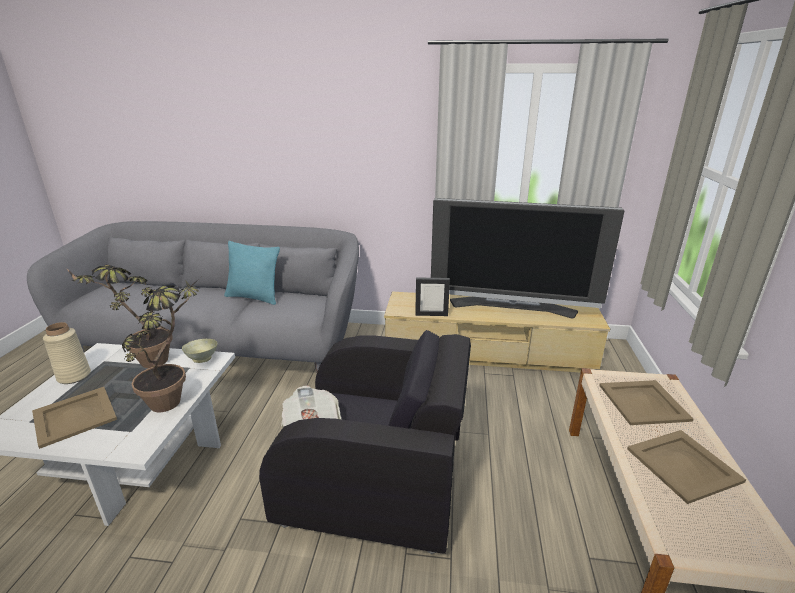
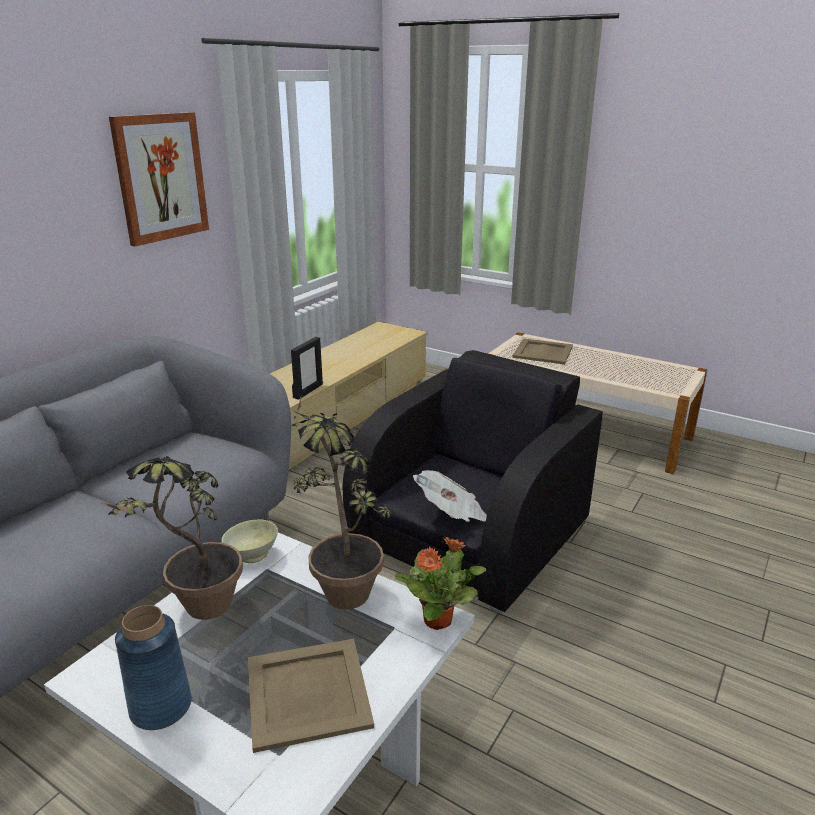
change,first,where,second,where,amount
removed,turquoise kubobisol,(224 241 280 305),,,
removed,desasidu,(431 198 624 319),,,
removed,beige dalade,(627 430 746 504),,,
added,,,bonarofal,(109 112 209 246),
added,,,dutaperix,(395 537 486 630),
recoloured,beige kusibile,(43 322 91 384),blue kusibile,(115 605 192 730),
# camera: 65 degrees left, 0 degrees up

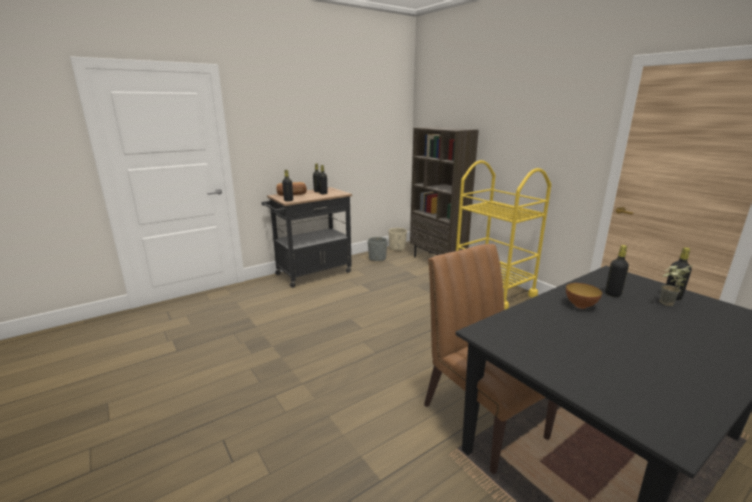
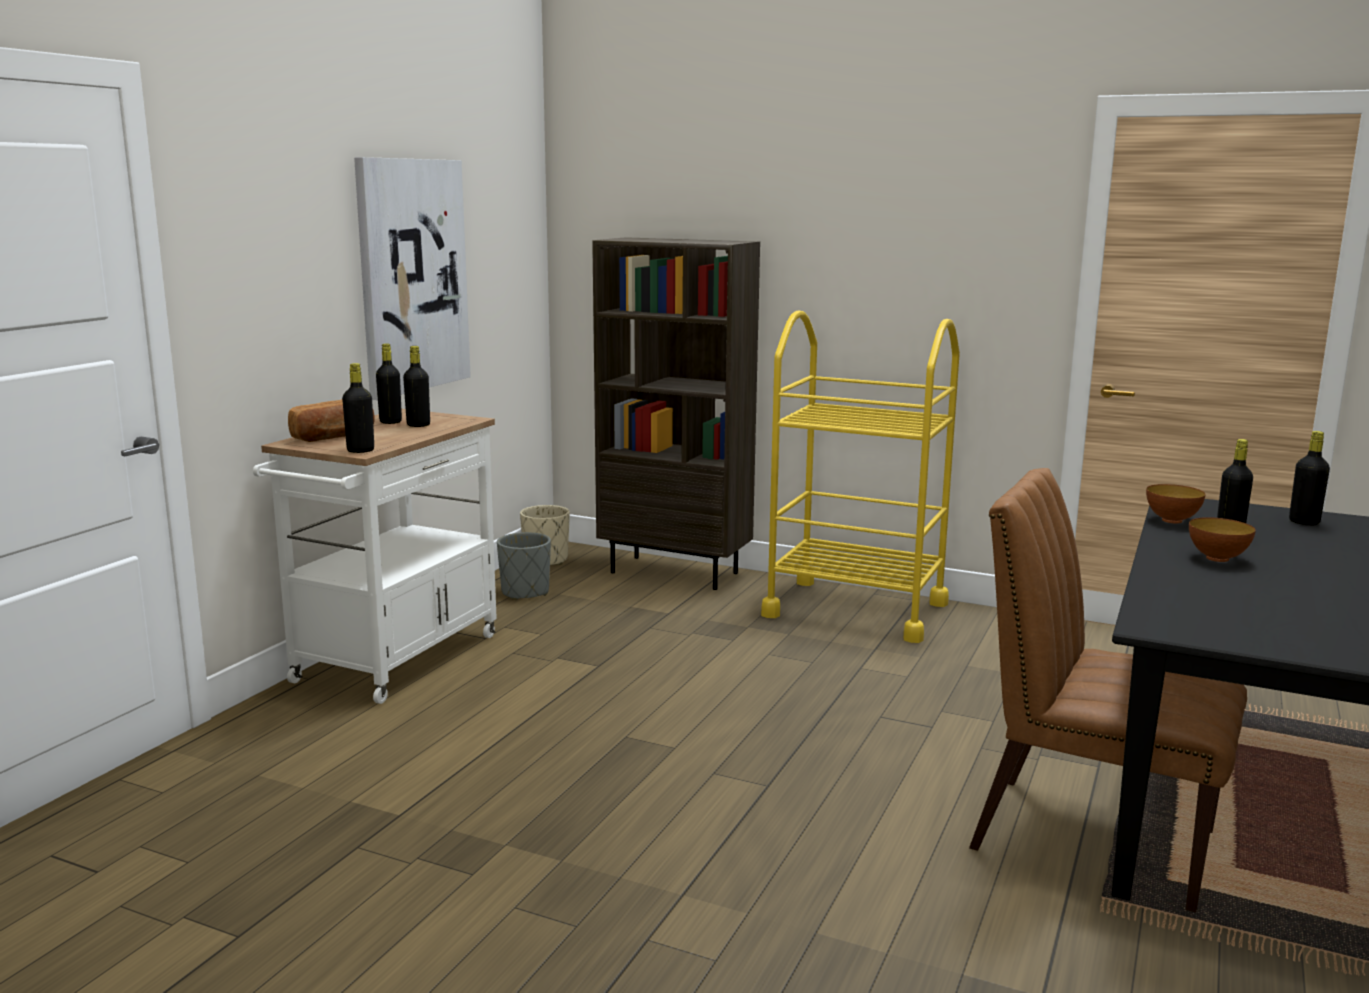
change,first,where,second,where,amount
removed,dutaperix,(660 265 693 306),,,
added,,,bonarofal,(354 157 471 400),
added,,,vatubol,(1146 484 1206 524),
recoloured,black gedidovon,(261 187 352 288),white gedidovon,(253 409 497 704),
# camera: 30 degrees left, 5 degrees down

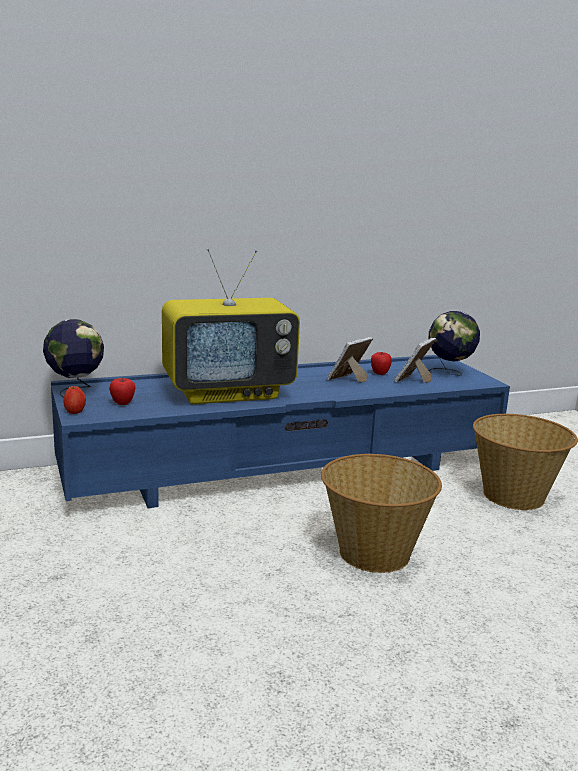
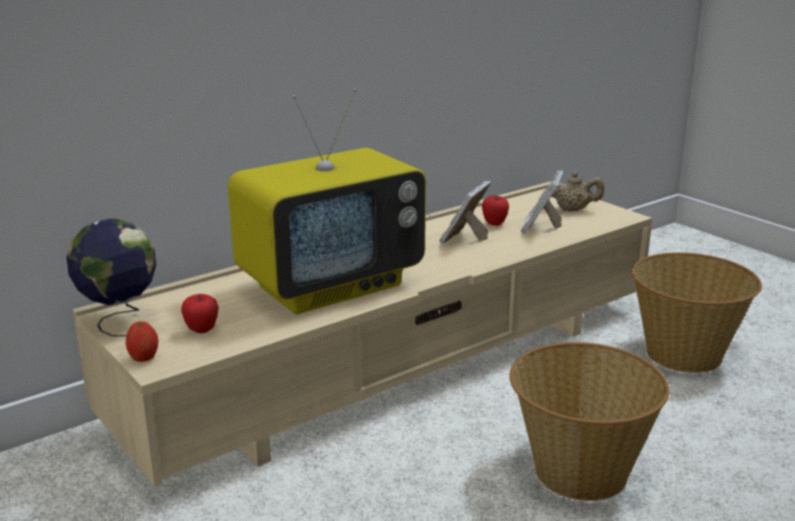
change,first,where,second,where,amount
replaced,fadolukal,(429 311 480 376),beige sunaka,(546 171 604 211),
recoloured,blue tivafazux,(51 355 510 508),beige tivafazux,(73 181 652 487),
# camera: 15 degrees left, 5 degrees up

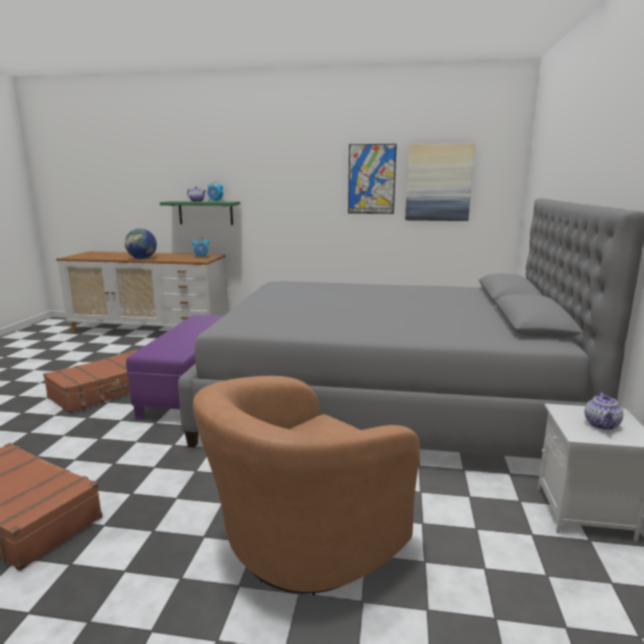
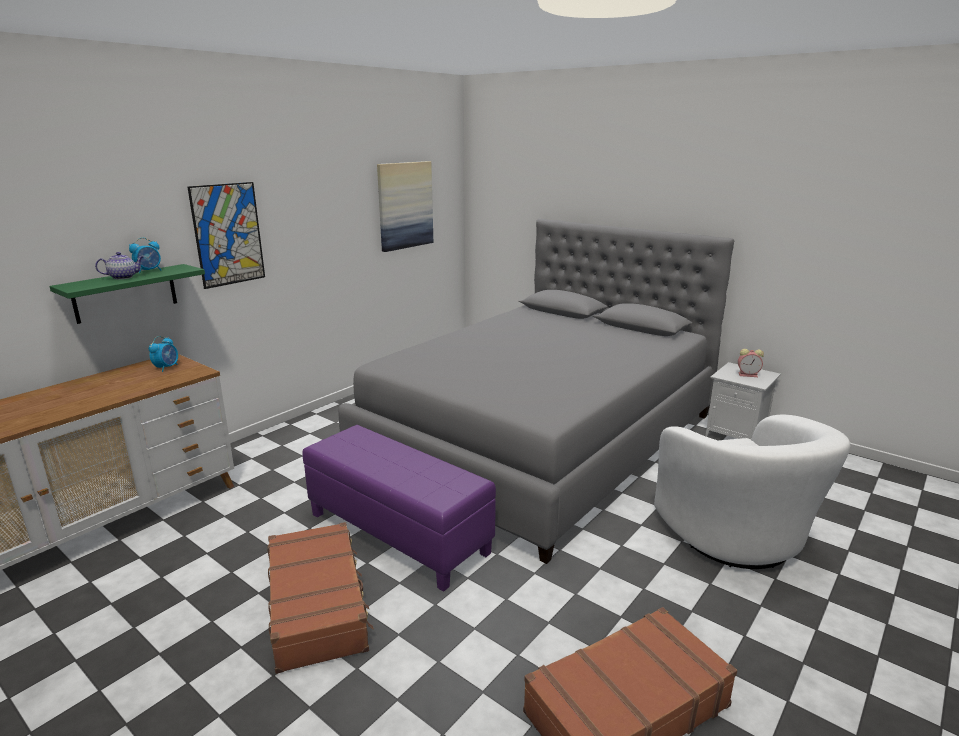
change,first,where,second,where,amount
removed,fadolukal,(125 228 157 259),,,
moved,bonarofal,(348 144 397 214),,(187 182 265 289),
replaced,sunaka,(585 392 623 430),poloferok,(738 349 764 377),
recoloured,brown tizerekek,(193 376 420 595),white tizerekek,(654 415 850 569),
# camera: 60 degrees left, 5 degrees up

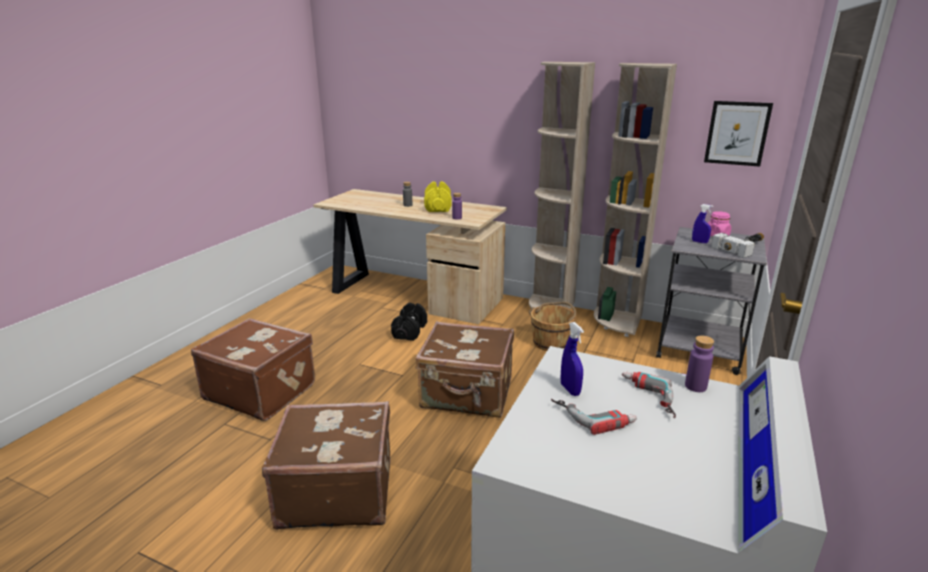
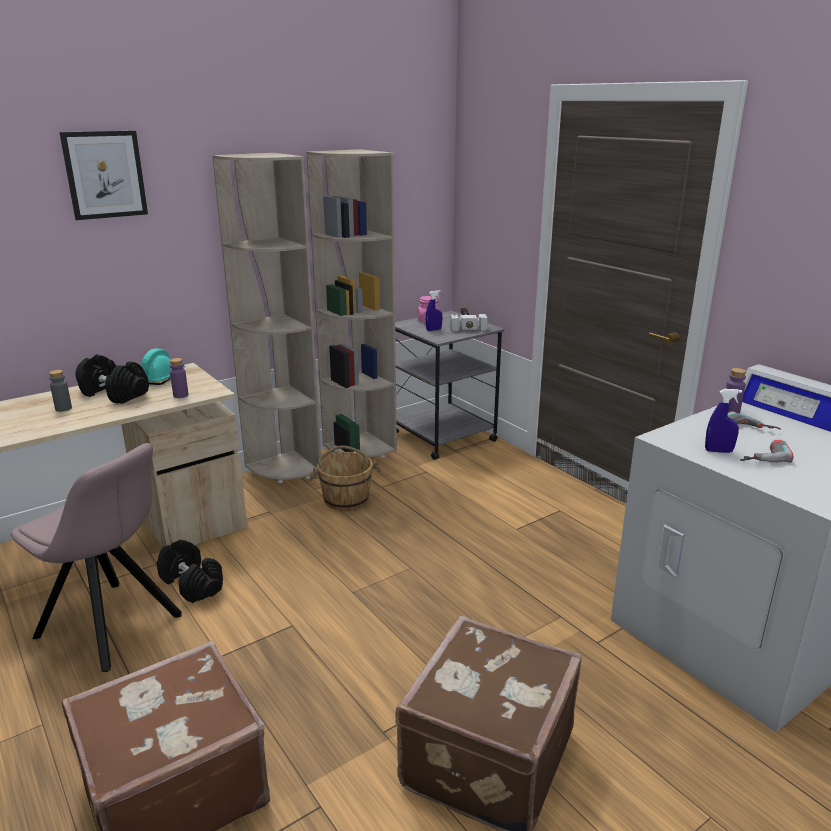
change,first,where,second,where,amount
removed,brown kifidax,(416 321 514 418),,,
added,,,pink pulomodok,(11 443 182 672),
added,,,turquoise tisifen,(141 348 186 385),
moved,bonarofal,(704 101 773 167),,(59 131 148 220),
recoloured,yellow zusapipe,(424 181 452 212),black zusapipe,(75 354 149 404),
# camera: 60 degrees left, 0 degrees up

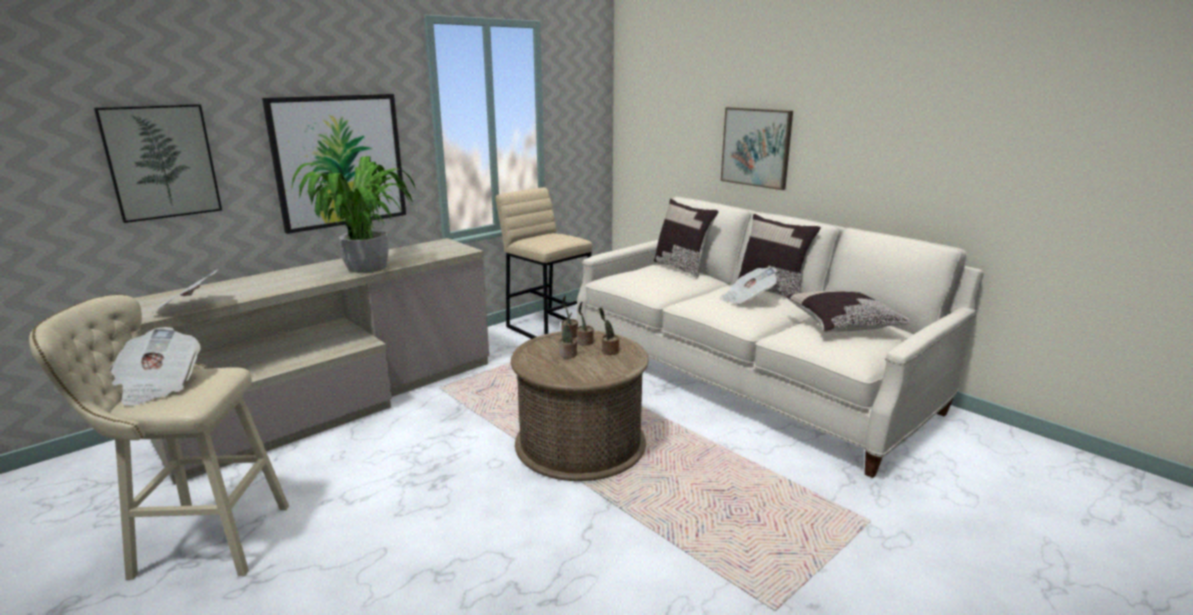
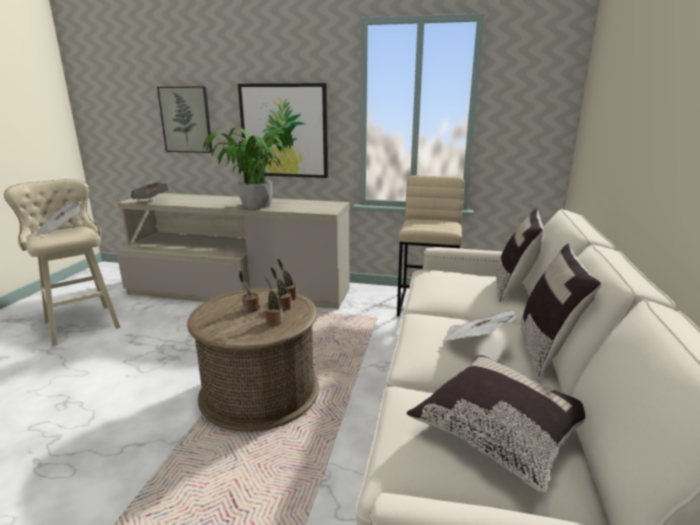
change,first,where,second,where,amount
removed,bonarofal,(721 107 793 190),,,
# camera: 55 degrees right, 0 degrees up

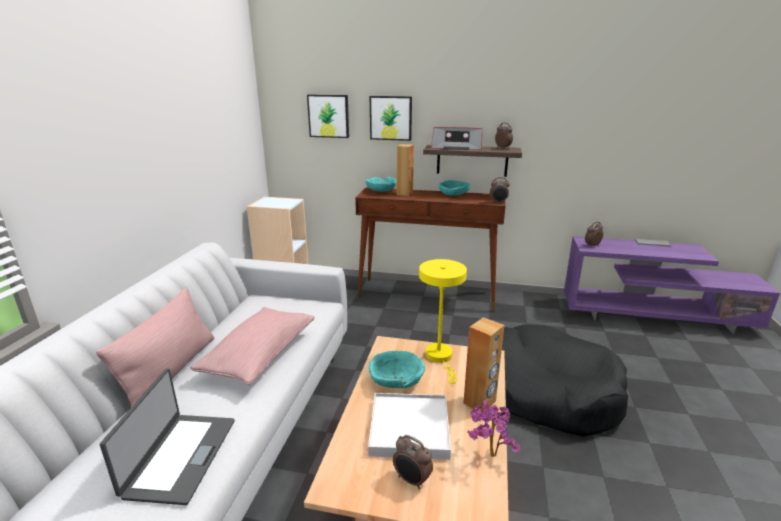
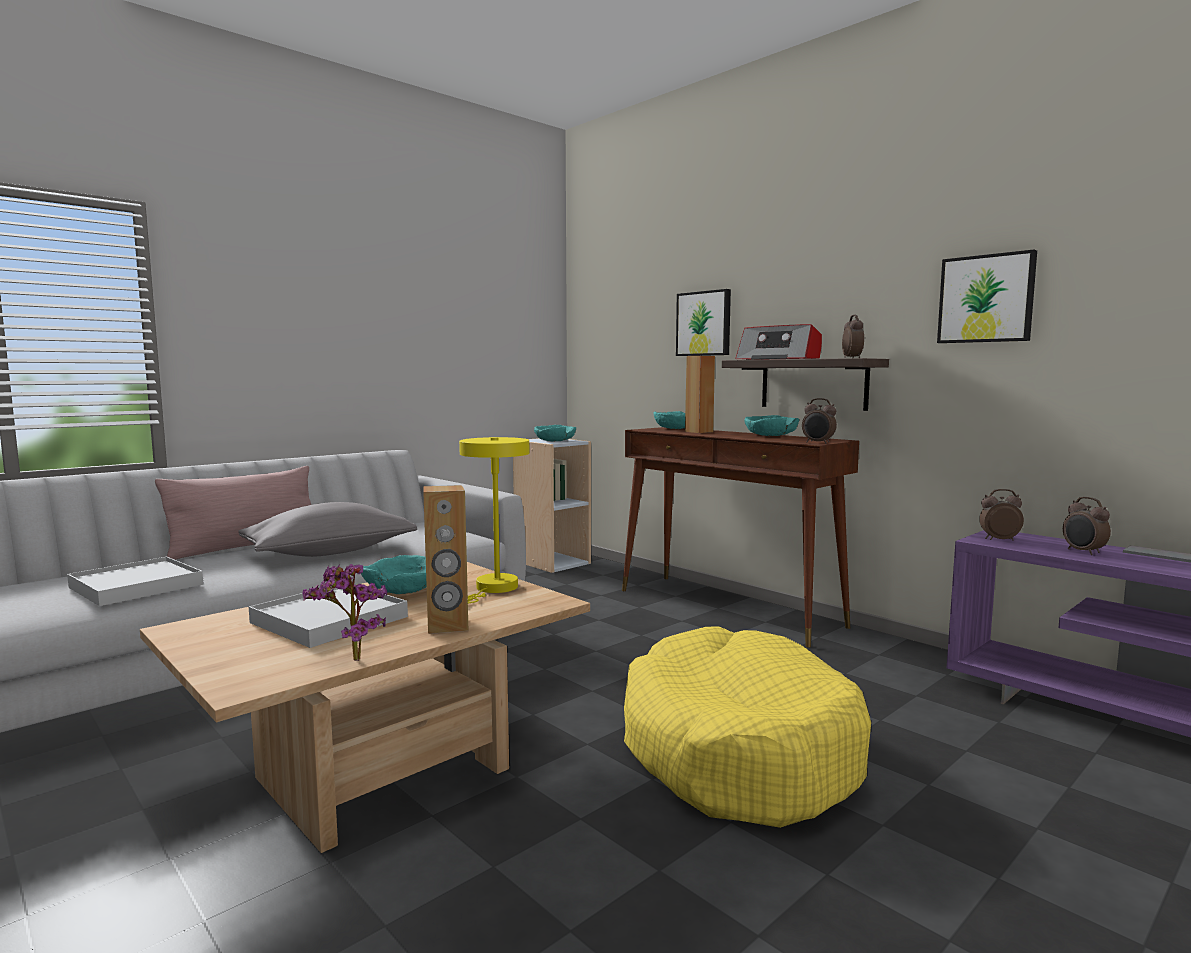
change,first,where,second,where,amount
added,,,turquoise vatubol,(534 425 576 442),
moved,bonarofal,(307 95 349 138),,(937 250 1037 343),
moved,poloferok,(393 435 433 490),,(1063 497 1111 555),
replaced,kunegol,(100 368 234 505),white dalade,(67 557 203 606),
recoloured,pink kubobisol,(190 307 315 385),grey kubobisol,(238 502 417 557),
recoloured,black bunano,(502 325 628 436),yellow bunano,(624 626 871 828),
# camera: 35 degrees right, 15 degrees down

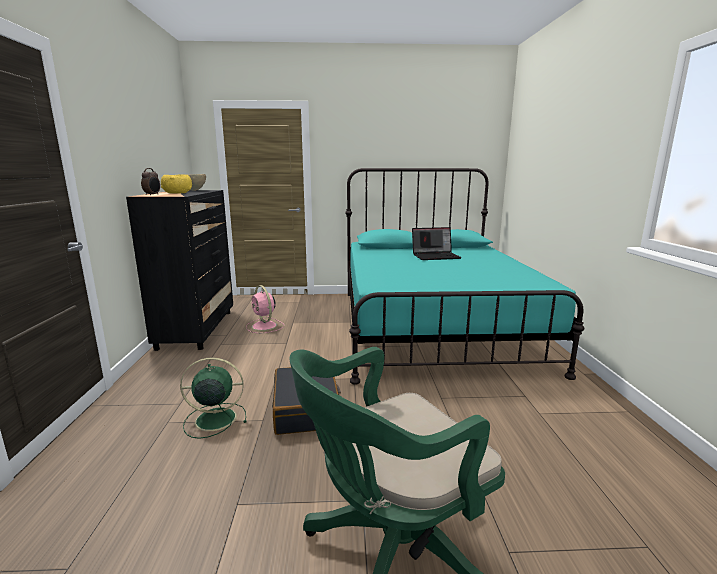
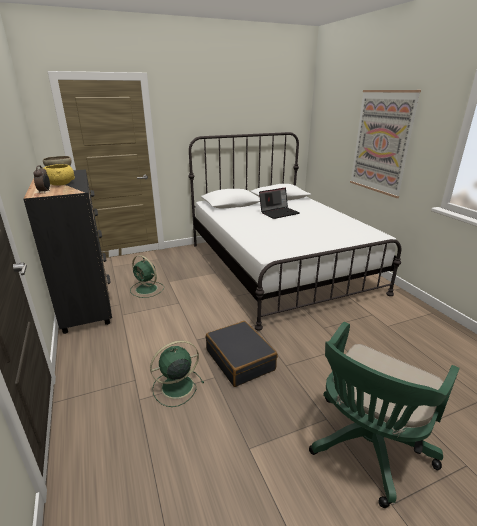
change,first,where,second,where,amount
added,,,bonarofal,(350 90 421 198),
recoloured,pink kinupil,(246 285 284 333),green kinupil,(130 255 164 298),
recoloured,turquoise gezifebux,(345 168 584 385),white gezifebux,(188 132 401 331),
# camera: 20 degrees left, 10 degrees up

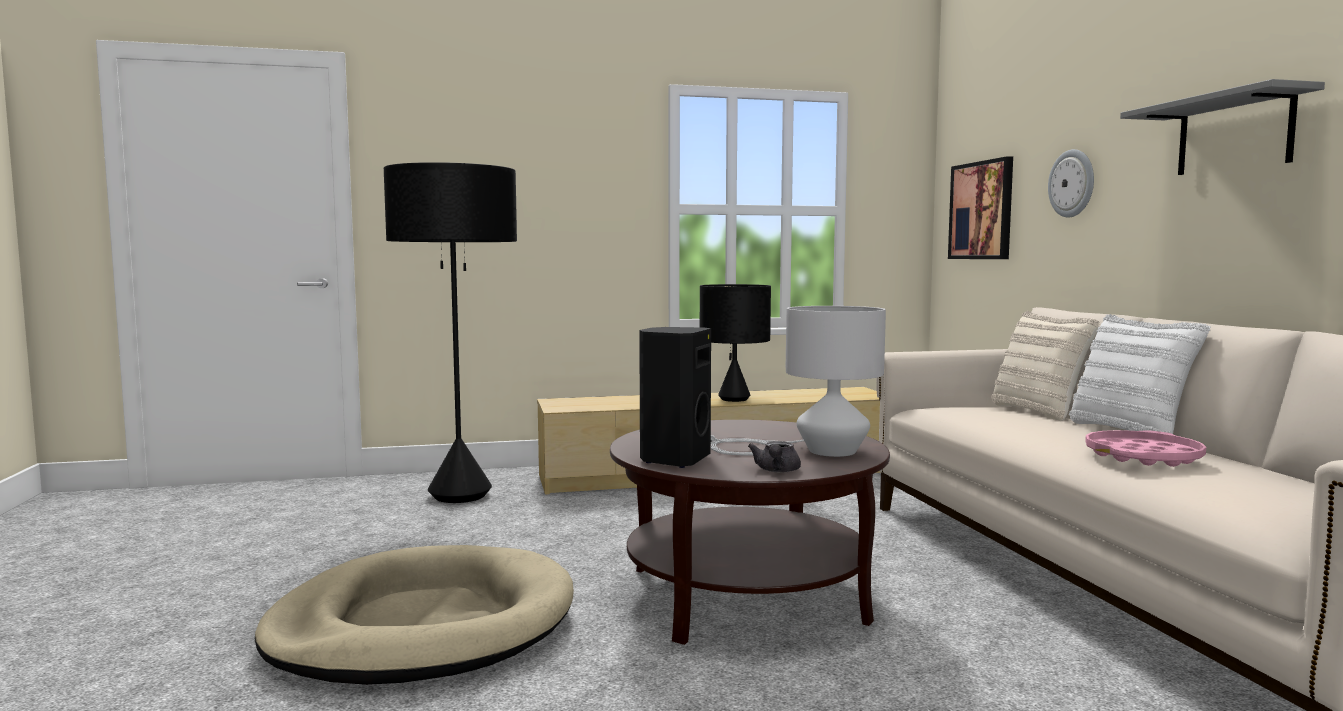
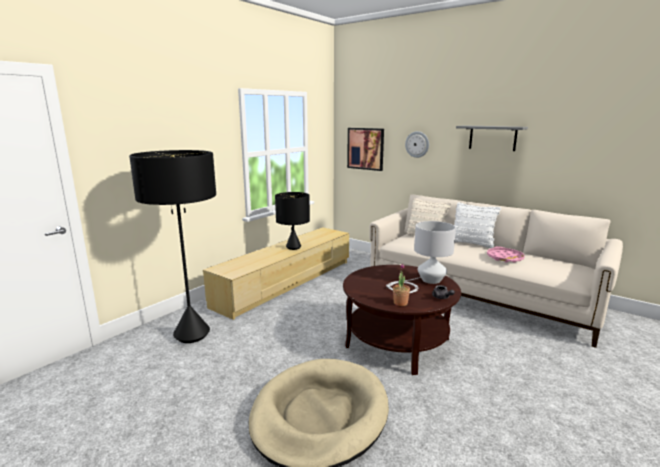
change,first,where,second,where,amount
replaced,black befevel,(639 327 711 468),dutaperix,(393 264 410 306),
# camera: 40 degrees left, 10 degrees up

